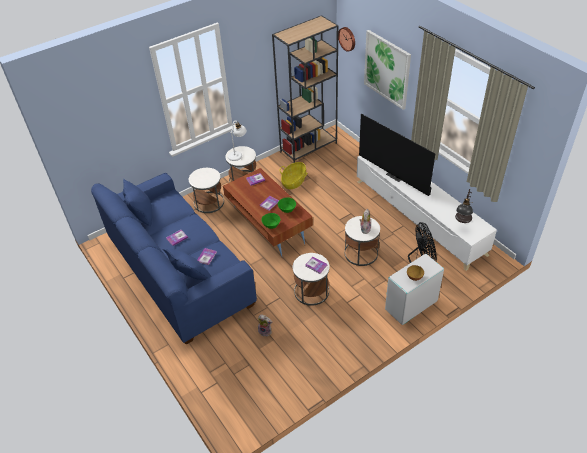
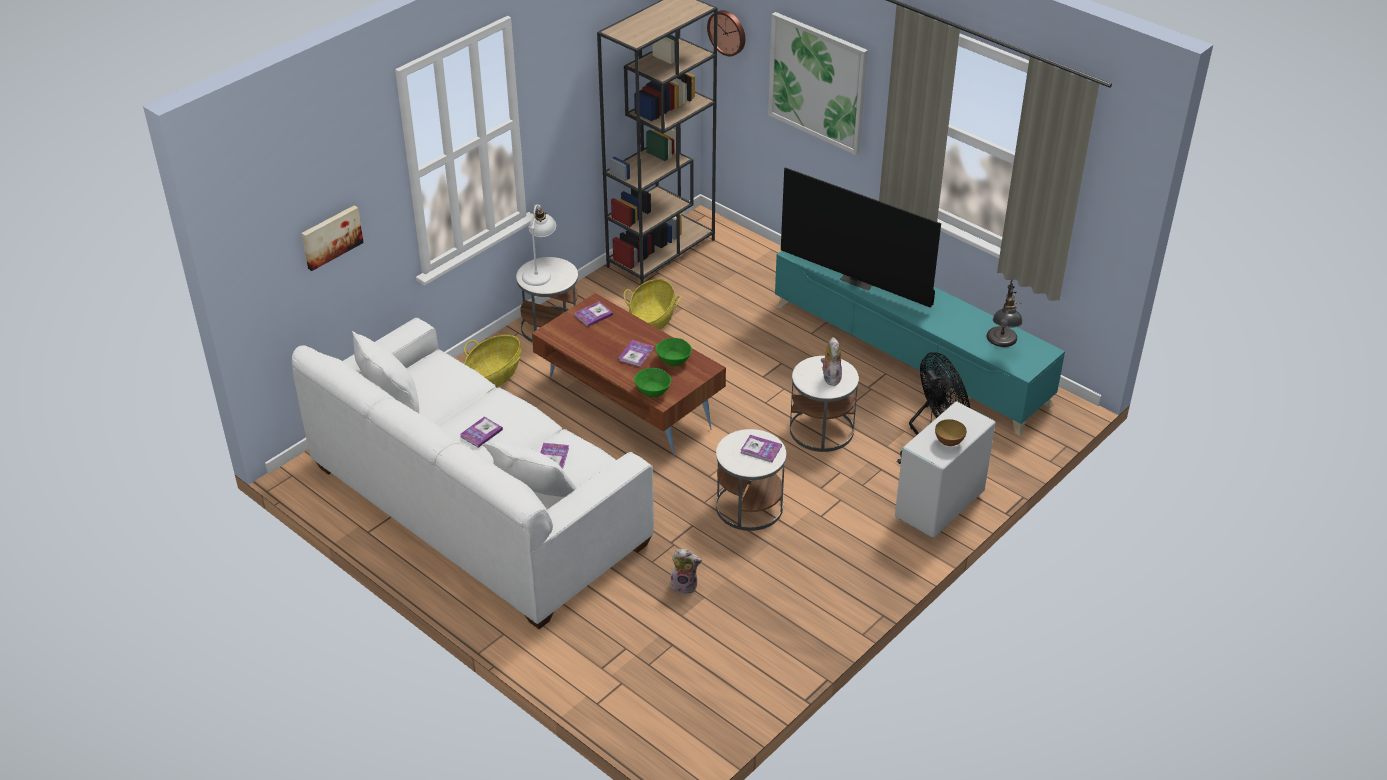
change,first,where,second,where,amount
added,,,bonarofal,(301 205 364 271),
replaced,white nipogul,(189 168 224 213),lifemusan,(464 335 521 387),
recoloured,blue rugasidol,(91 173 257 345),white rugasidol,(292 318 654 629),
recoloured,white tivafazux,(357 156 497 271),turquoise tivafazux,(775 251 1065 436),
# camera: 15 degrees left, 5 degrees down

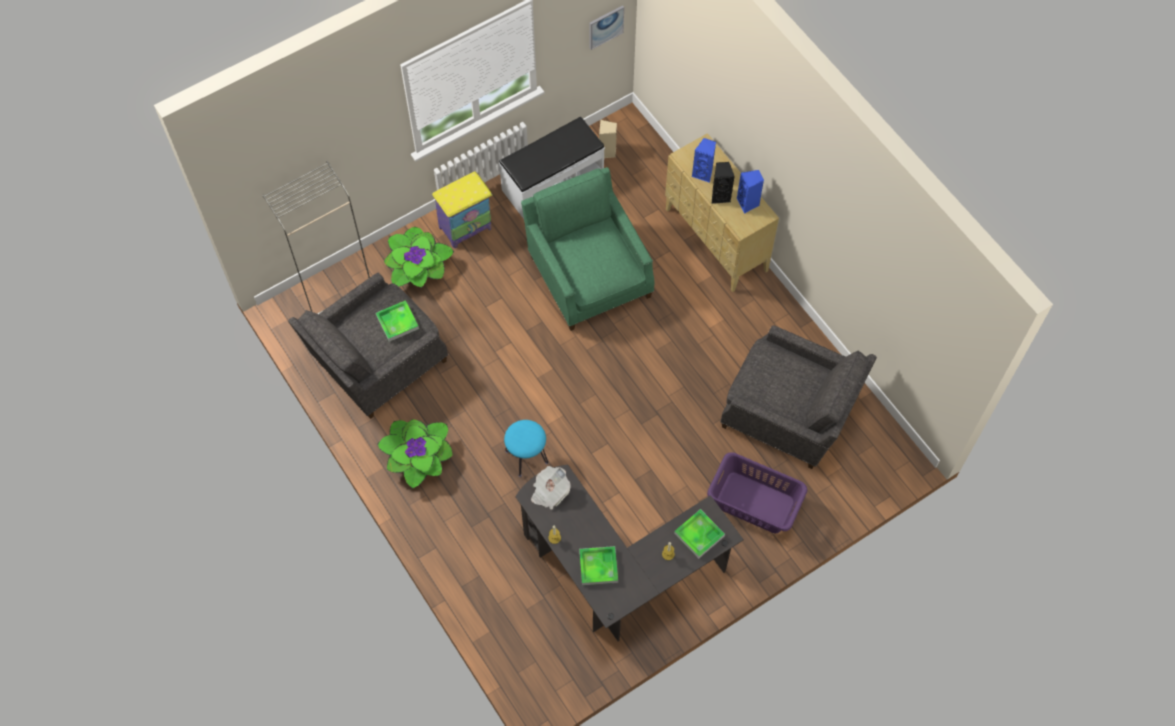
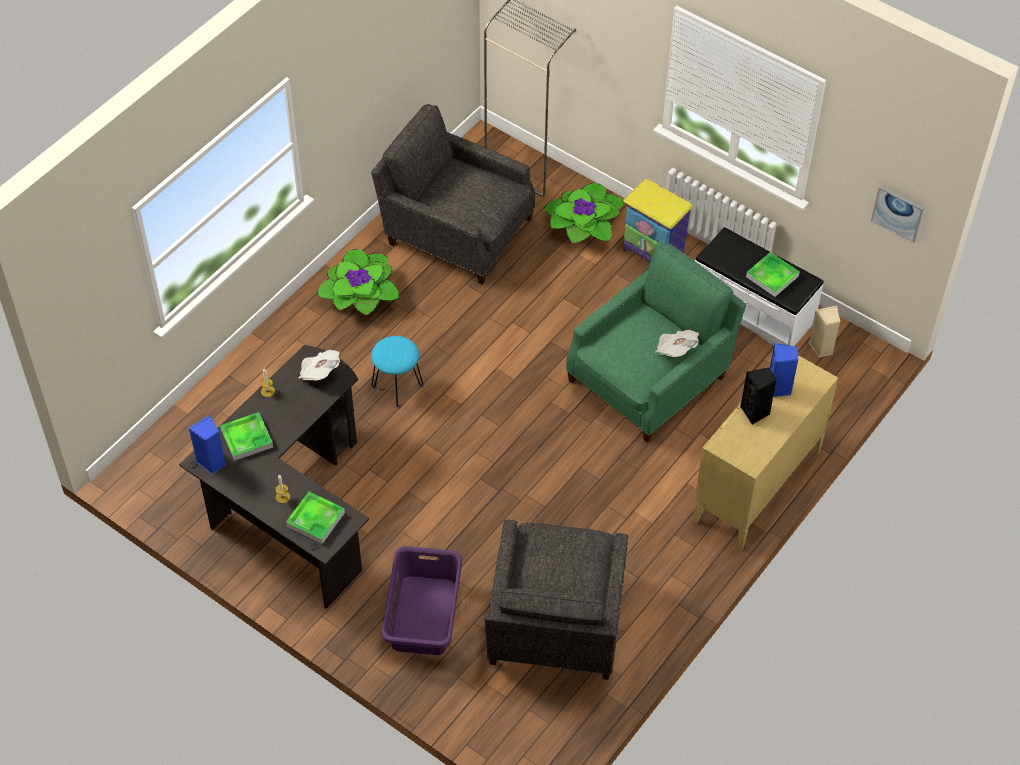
change,first,where,second,where,amount
added,,,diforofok,(655 330 699 357),
moved,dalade,(376 300 419 342),,(746 252 800 297),
moved,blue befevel,(737 170 764 214),,(189 415 226 474),
# camera: 70 degrees right, 10 degrees down

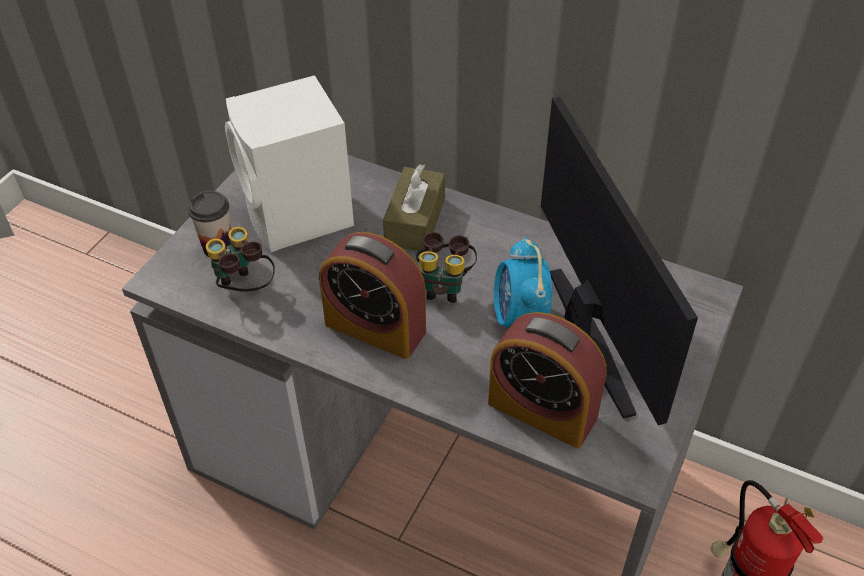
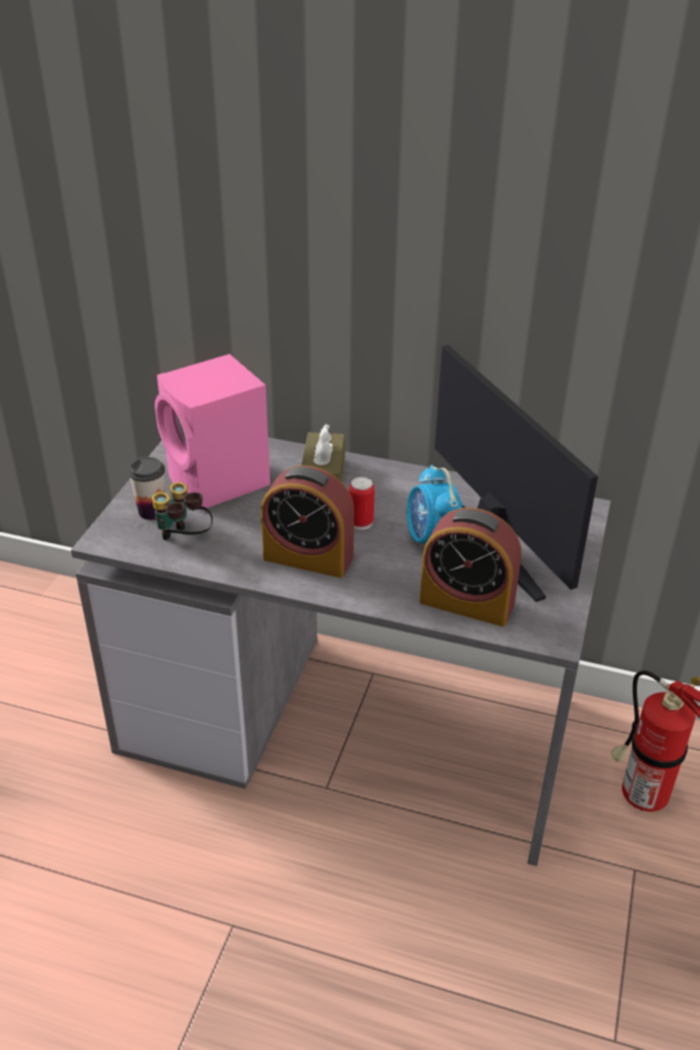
change,first,where,second,where,amount
replaced,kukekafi,(416 232 477 303),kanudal,(349 477 375 530),
recoloured,white befevel,(225 75 354 252),pink befevel,(155 354 270 510),
# camera: 10 degrees left, 10 degrees down

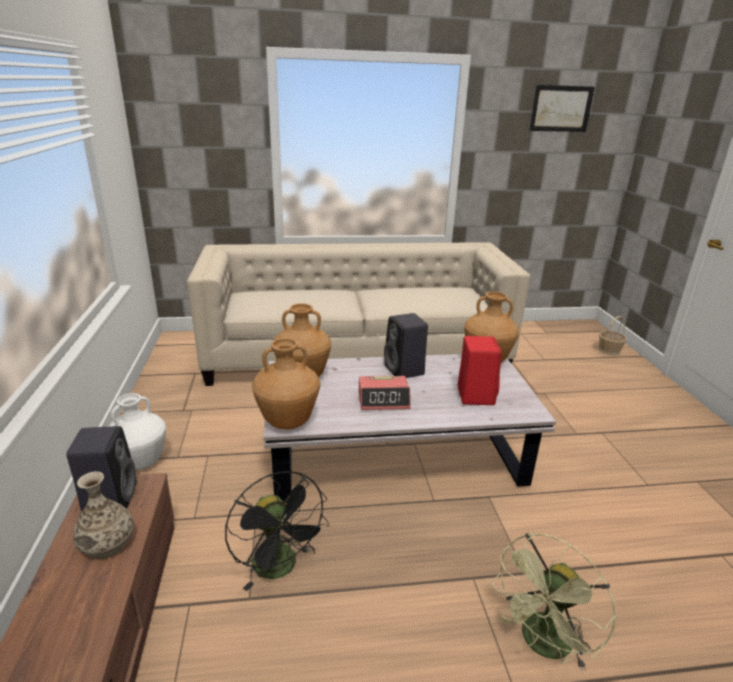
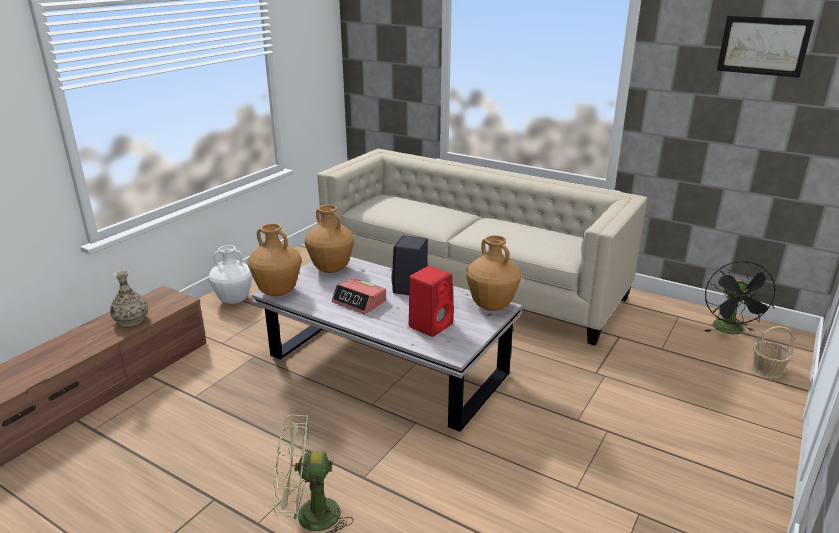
change,first,where,second,where,amount
removed,black befevel,(66 426 137 512),,,
moved,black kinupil,(225 471 329 591),,(704 261 779 334),
# camera: 40 degrees right, 0 degrees up

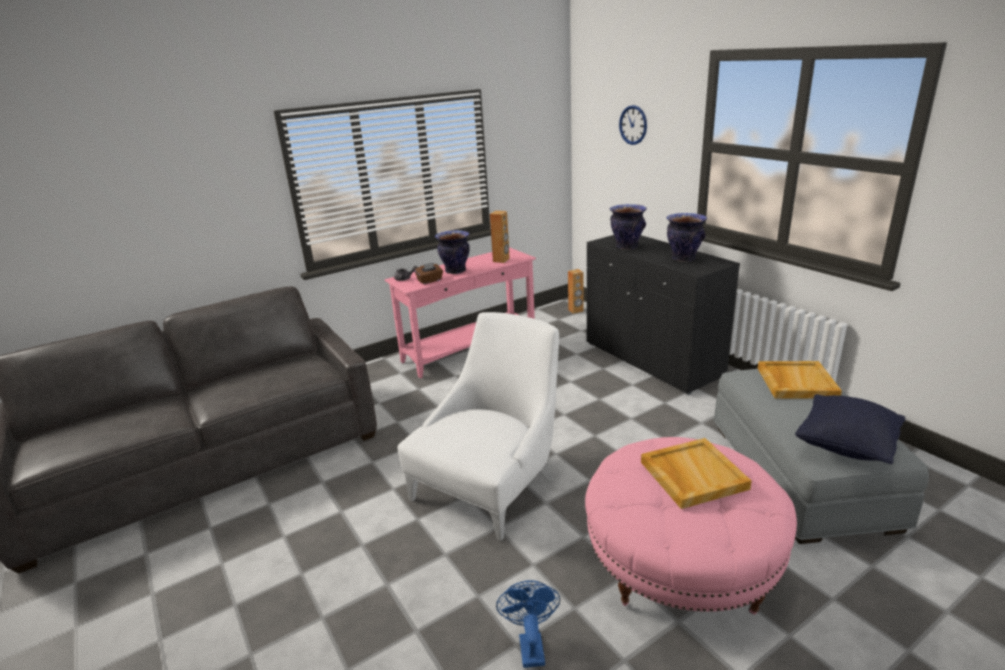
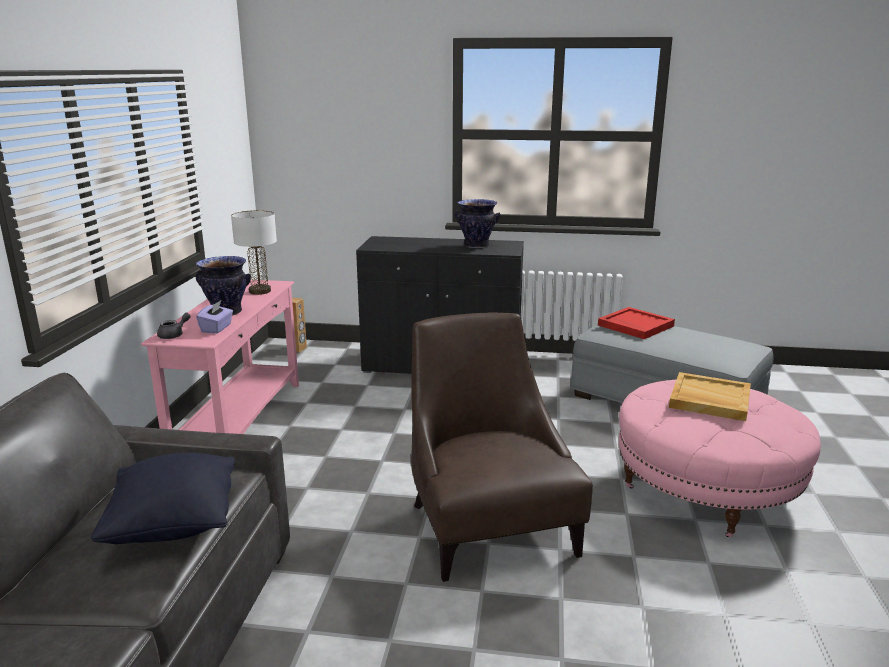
change,first,where,second,where,amount
removed,blue kinupil,(496 580 560 668),,,
removed,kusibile,(610 204 647 250),,,
removed,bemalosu,(619 105 647 145),,,
moved,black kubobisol,(795 394 905 464),,(91 453 235 544),
replaced,brown befevel,(490 211 510 263),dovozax,(231 210 277 295),
recoloured,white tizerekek,(397 312 559 541),brown tizerekek,(411 312 593 582),
recoloured,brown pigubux,(415 262 443 284),purple pigubux,(196 301 233 333),
recoloured,beige dalade,(758 361 842 398),red dalade,(598 307 675 339),
# camera: 50 degrees left, 5 degrees down

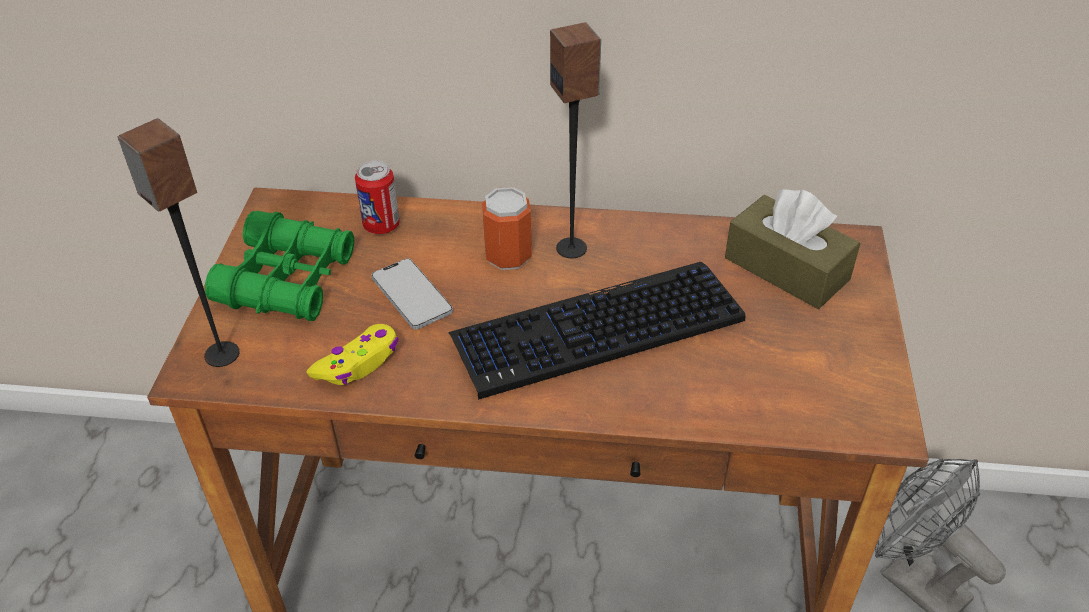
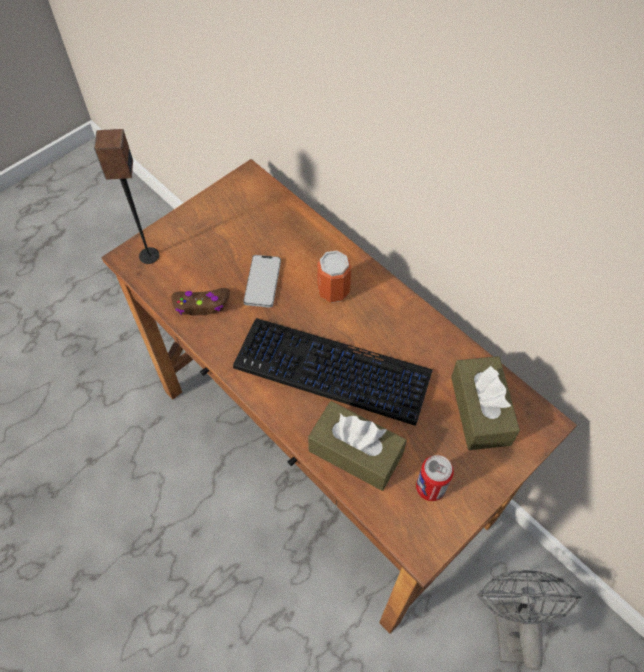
change,first,where,second,where,amount
removed,green kukekafi,(205 211 354 321),,,
removed,befevel,(550 22 601 258),,,
added,,,brown pigubux,(308 401 407 491),
moved,kanudal,(355 161 400 234),,(416 455 454 501),
recoloured,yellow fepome,(307 324 399 385),brown fepome,(172 288 230 316),
# camera: 40 degrees right, 15 degrees up

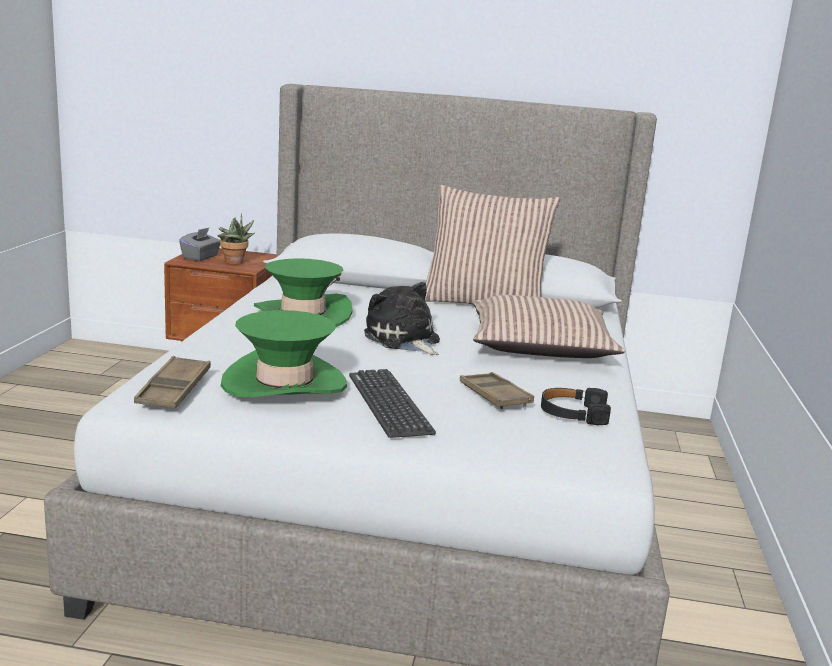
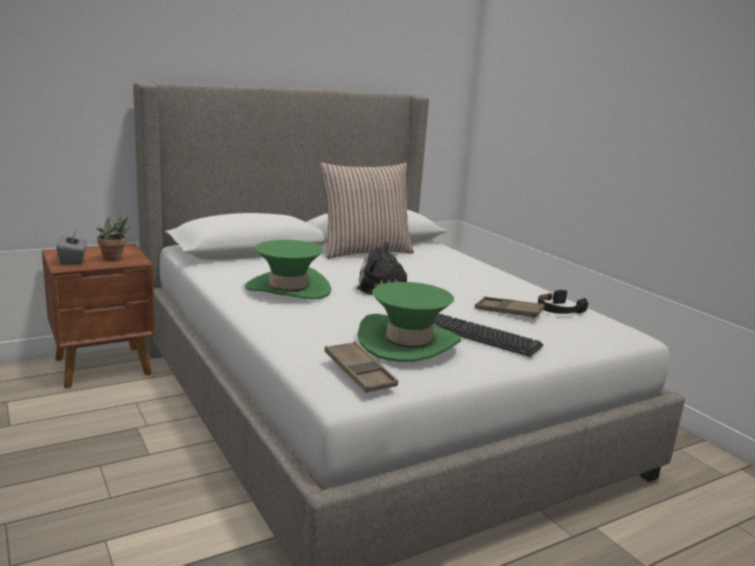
change,first,where,second,where,amount
removed,kubobisol,(473 295 625 358),,,
# camera: 40 degrees left, 0 degrees up

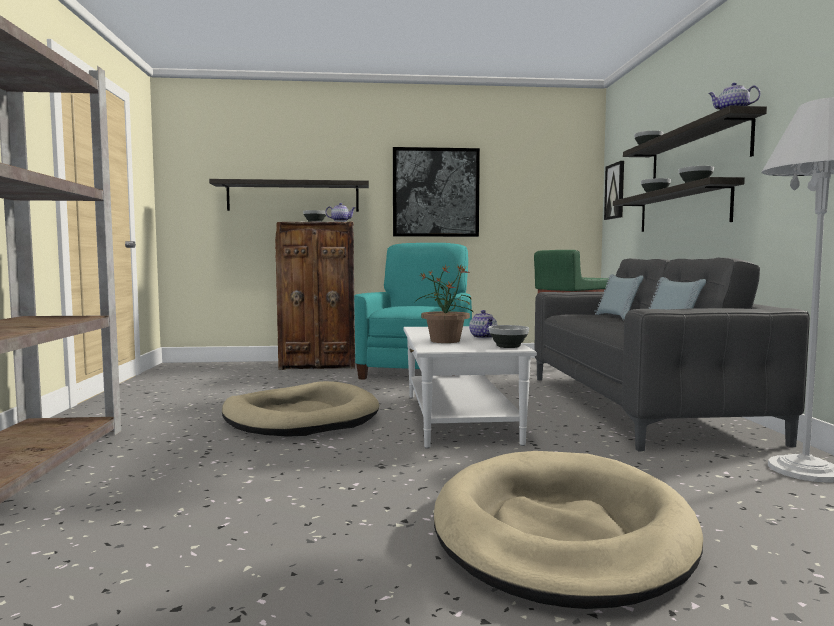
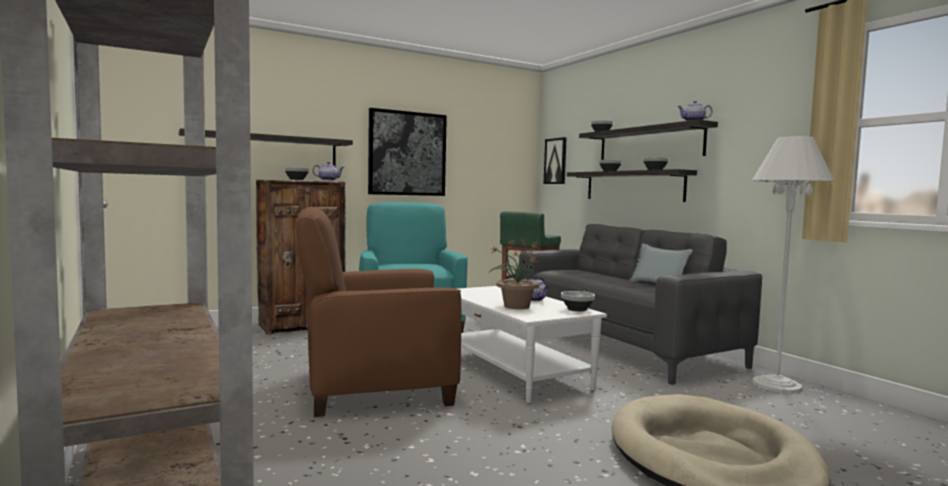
change,first,where,second,where,amount
removed,blue kubobisol,(595 274 644 320),,,
replaced,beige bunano,(222 381 379 437),brown tizerekek,(295 207 461 417),
# camera: 25 degrees left, 0 degrees up

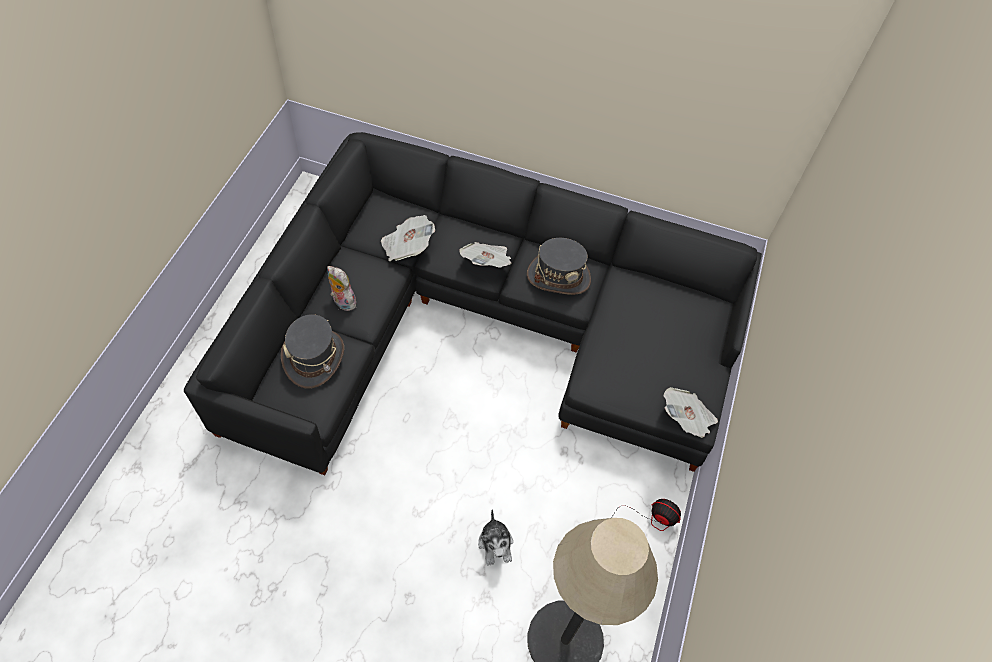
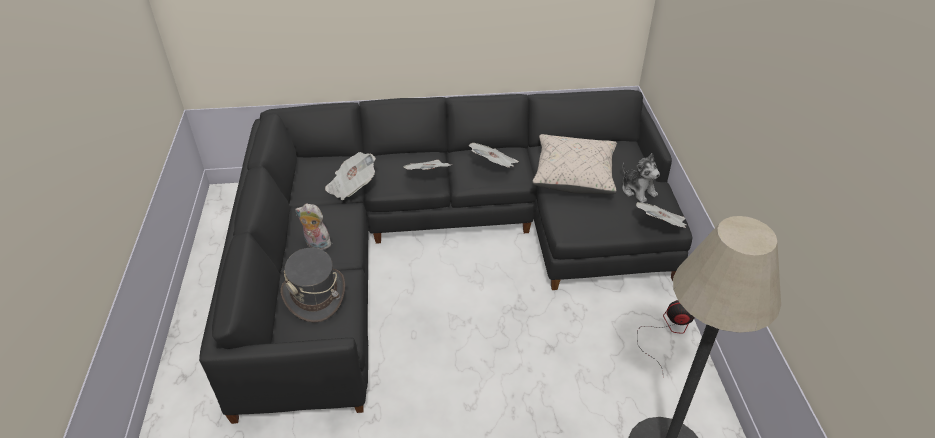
change,first,where,second,where,amount
added,,,beige kubobisol,(532 134 617 194),
moved,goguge,(478 509 513 565),,(622 153 660 203),
replaced,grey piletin,(527 238 591 295),diforofok,(469 143 519 168),
# camera: 20 degrees left, 15 degrees down

